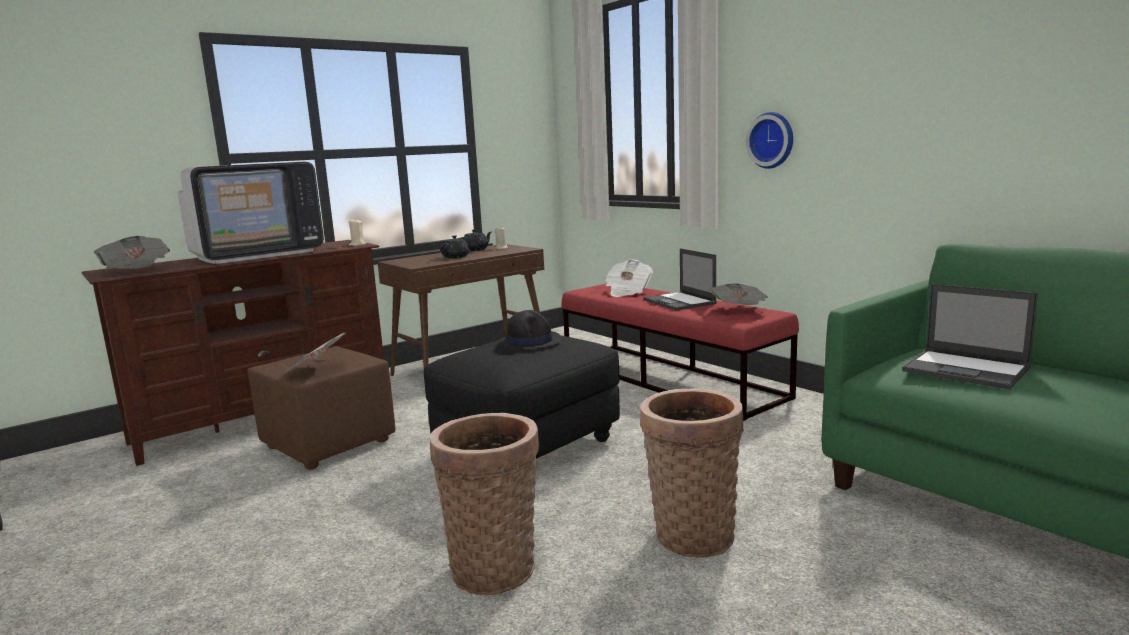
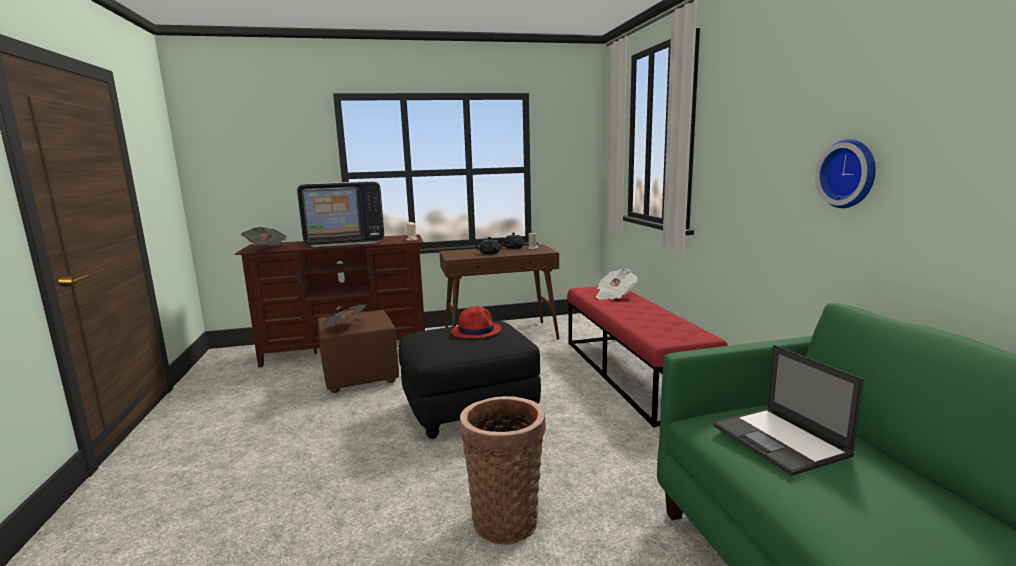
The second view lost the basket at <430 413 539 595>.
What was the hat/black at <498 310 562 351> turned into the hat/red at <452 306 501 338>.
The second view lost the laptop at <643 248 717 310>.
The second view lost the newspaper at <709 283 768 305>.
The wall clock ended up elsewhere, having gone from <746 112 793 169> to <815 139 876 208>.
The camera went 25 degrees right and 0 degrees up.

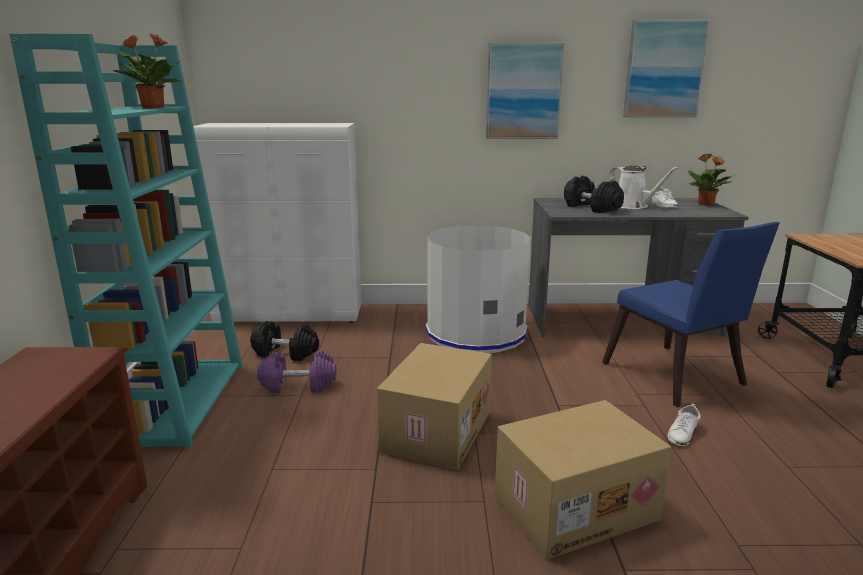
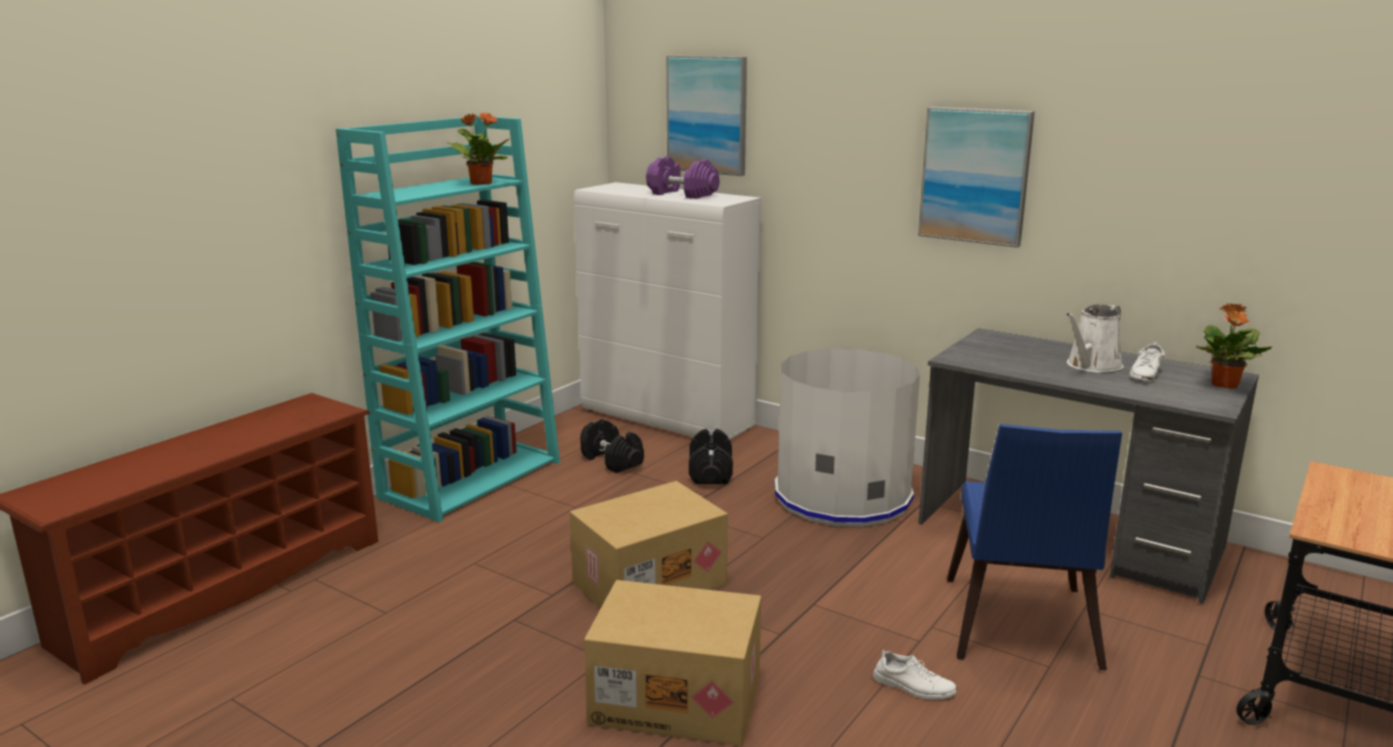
The dumbbell/purple ended up elsewhere, having gone from <257 351 337 393> to <646 157 720 199>.
The dumbbell/black ended up elsewhere, having gone from <564 176 624 213> to <689 429 733 484>.
The watering can/white at <610 165 679 209> ended up facing another way, 45 degrees clockwise from before.
The picture ended up elsewhere, having gone from <623 20 710 118> to <666 55 747 176>.
The shoe/white at <667 403 701 446> ended up facing another way, 135 degrees counterclockwise from before.
The camera went 35 degrees right and 0 degrees up.

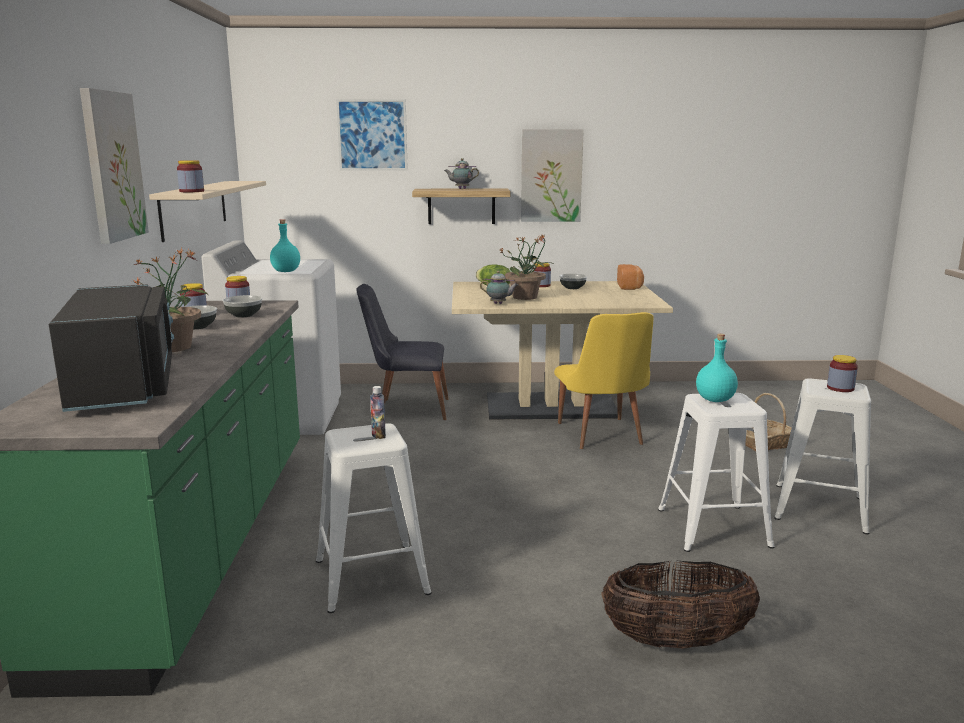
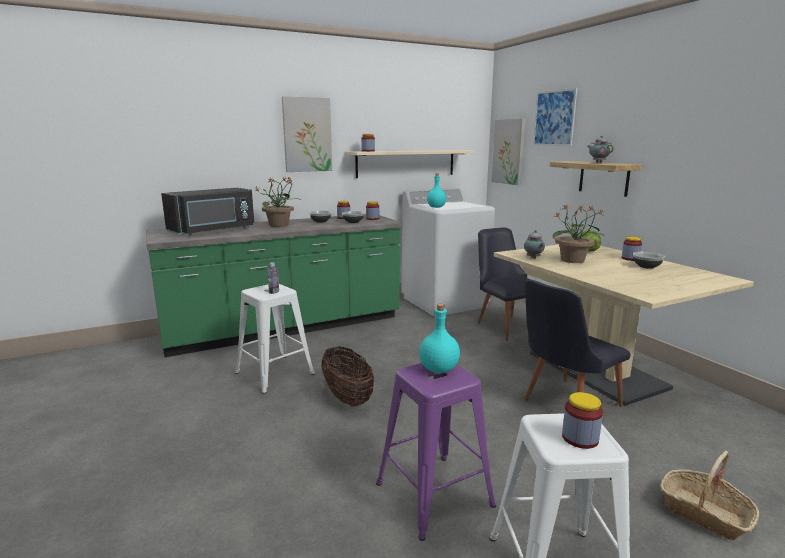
The picture ended up elsewhere, having gone from <521 129 584 222> to <492 119 526 185>.
What was the chair/yellow at <554 312 654 449> turned into the chair/black at <525 280 631 407>.
The basket ended up elsewhere, having gone from <601 560 760 649> to <321 347 374 407>.
The second view lost the bread at <617 264 644 290>.
What was the stool/white at <658 393 775 552> turned into the stool/purple at <376 363 496 541>.
The camera went 65 degrees right and 0 degrees up.

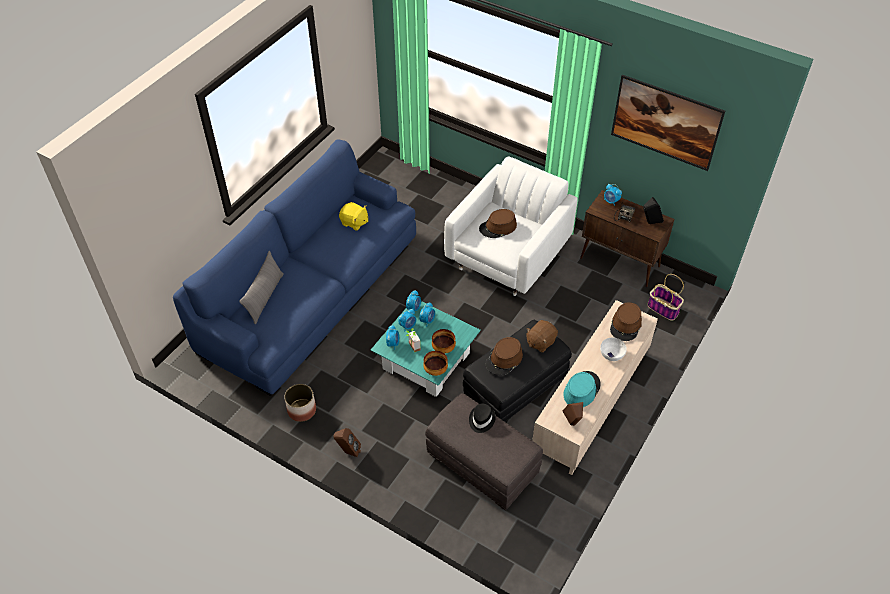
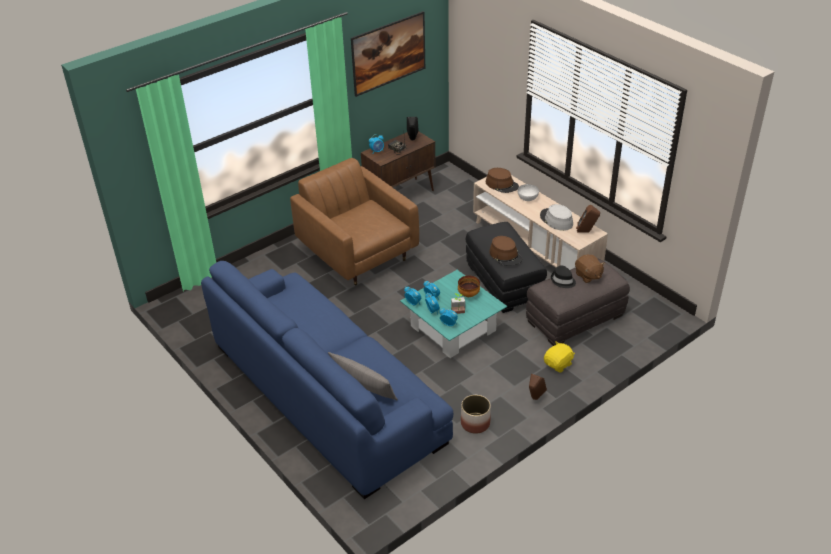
The plush toy/yellow ended up elsewhere, having gone from <339 202 368 231> to <544 341 575 373>.
The second view lost the bowl at <423 351 448 376>.
What was the armchair/white at <444 157 578 296> turned into the armchair/brown at <290 158 419 285>.
The second view lost the hat/brown at <479 209 517 238>.
The plush toy/brown ended up elsewhere, having gone from <526 320 558 353> to <575 254 605 283>.
What was the hat/turquoise at <563 371 601 407> turned into the hat/grey at <540 204 573 231>.
The second view lost the basket at <648 274 684 321>.
The camera went 70 degrees left and 10 degrees down.

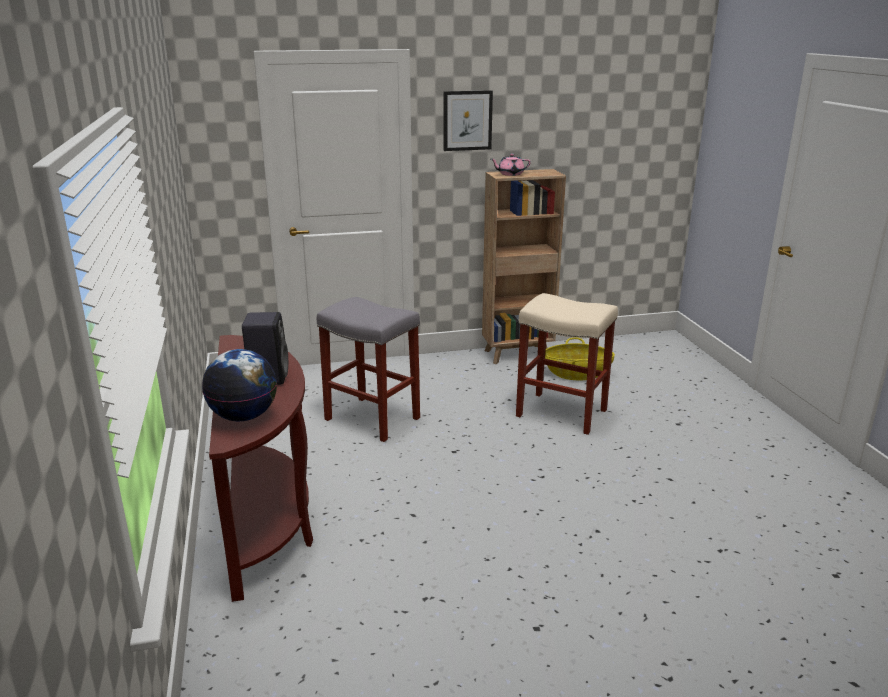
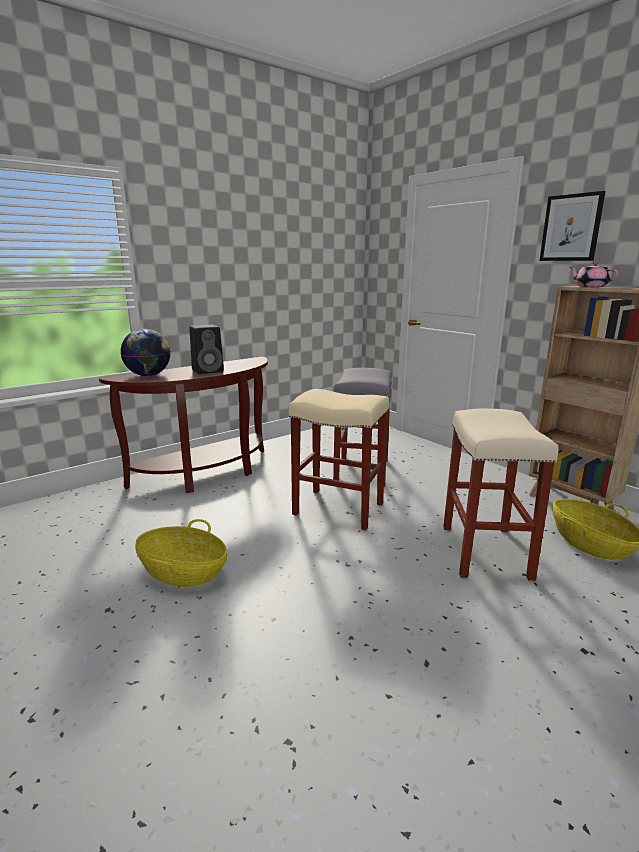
The second view gained the basket at <135 519 227 587>.
The second view gained the stool/beige at <289 389 389 530>.
The camera went 65 degrees right and 5 degrees down.

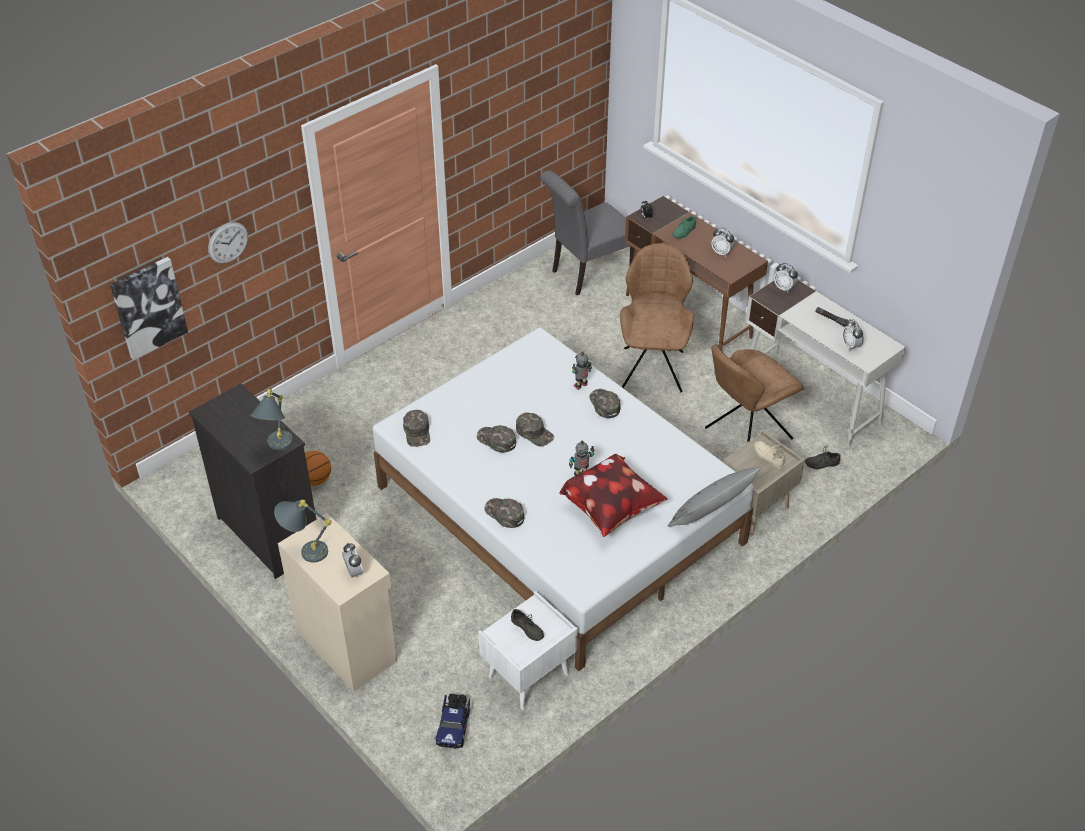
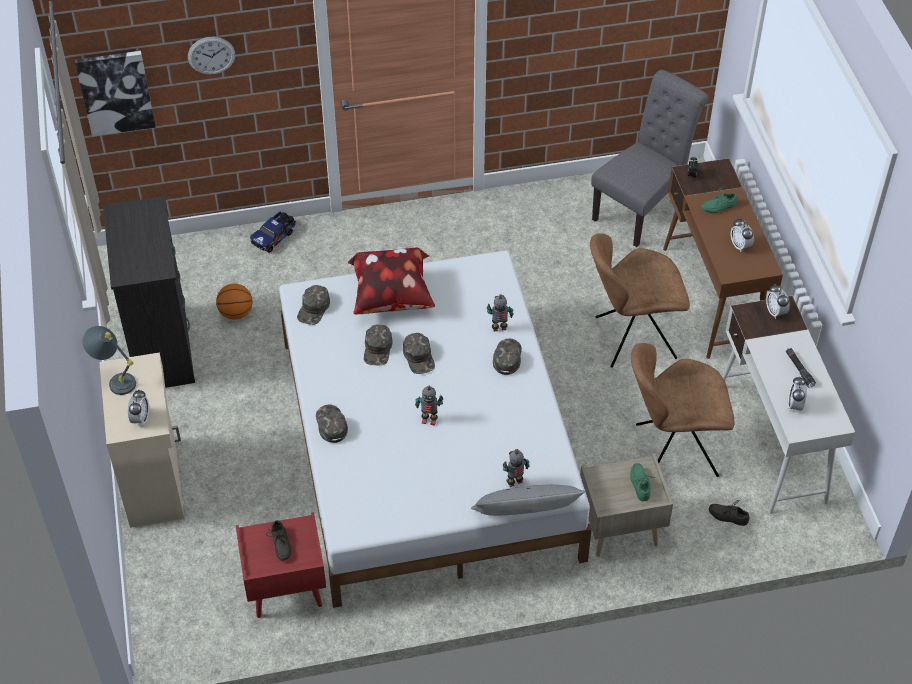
The second view lost the table lamp/grey at <250 389 293 450>.
The toy truck ended up elsewhere, having gone from <435 693 470 748> to <250 211 296 253>.
The cap/green at <477 425 516 452> ended up facing another way, 150 degrees counterclockwise from before.
What was the nightstand/white at <478 591 578 710> turned into the nightstand/red at <236 512 326 618>.
The chair/grey at <540 171 635 295> ended up facing another way, 135 degrees clockwise from before.
The pillow ended up elsewhere, having gone from <559 454 667 537> to <348 248 435 314>.
The chair/brown at <620 243 694 392> ended up facing another way, 135 degrees counterclockwise from before.
What was the shoe/beige at <754 441 785 468> turned into the shoe/green at <630 463 655 502>.
The second view gained the toy robot at <503 449 530 487>.
The camera went 30 degrees right and 5 degrees up.

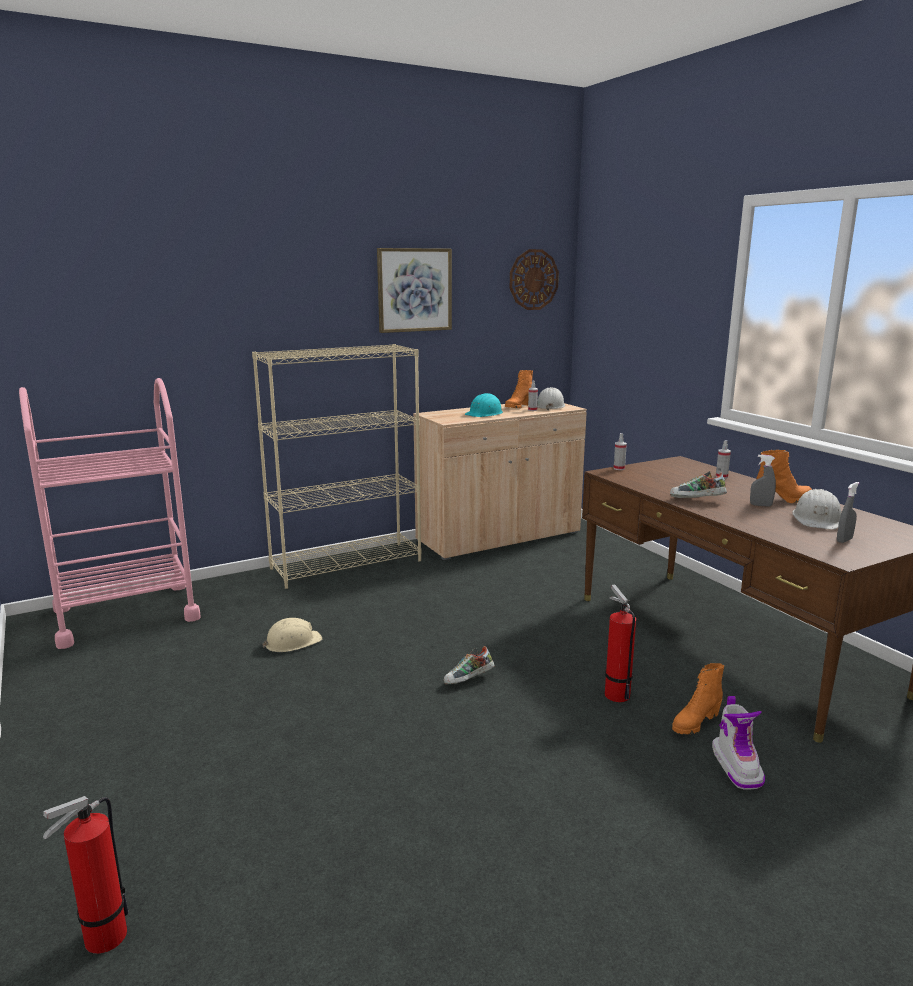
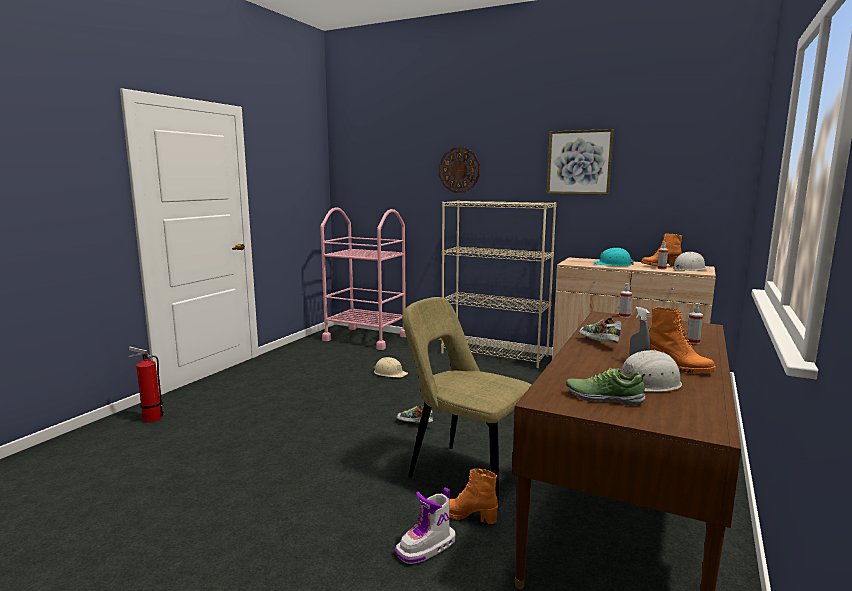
The wall clock ended up elsewhere, having gone from <510 249 559 310> to <439 147 480 193>.
Where the fire extinguisher stood at <605 585 636 702>, the chair/beige came to stand at <402 297 531 512>.
Where the spray bottle/grey stood at <837 482 859 543>, the shoe came to stand at <566 368 647 405>.
The camera went 55 degrees right and 5 degrees down.

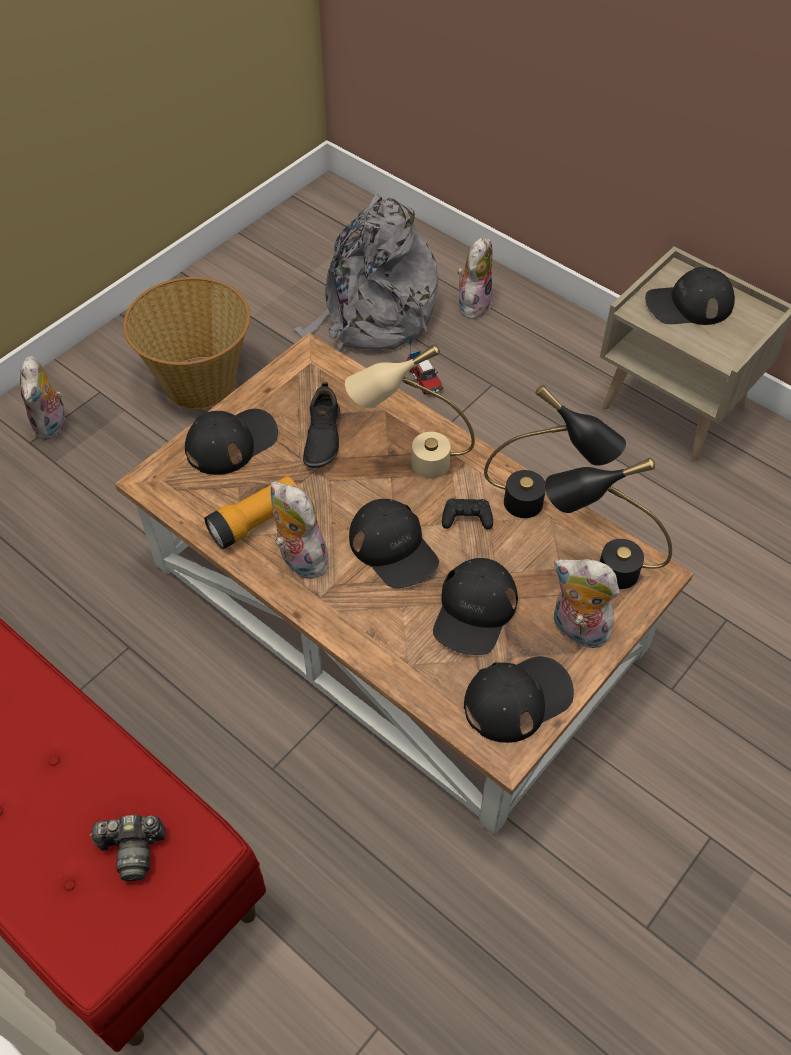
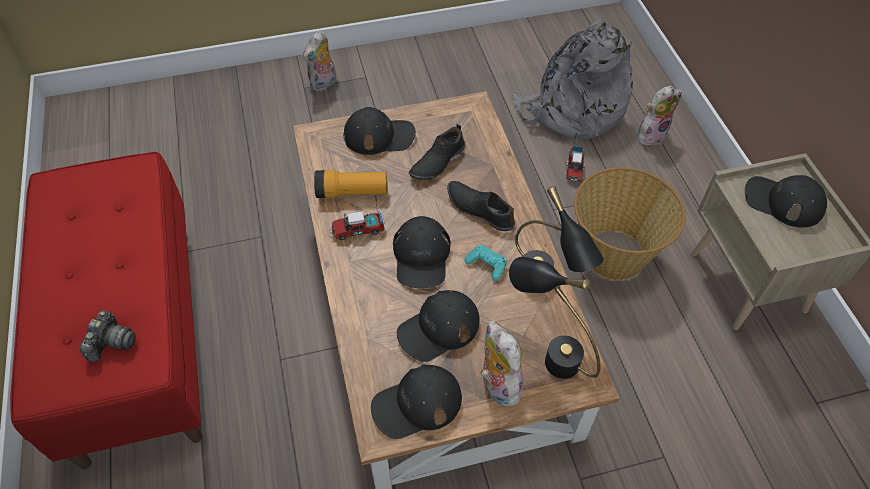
The photo camera at <89 815 165 881> ended up facing another way, 105 degrees counterclockwise from before.
The basket ended up elsewhere, having gone from <123 277 250 409> to <574 167 686 280>.
Where the plush toy stood at <271 481 333 579>, the toy truck came to stand at <329 195 385 240>.
Where the table lamp/beige stood at <345 344 475 479>, the shoe/black came to stand at <447 181 515 231>.
What was the game controller/black at <442 498 493 530> turned into the game controller/turquoise at <465 245 507 281>.
The cap/black at <464 656 574 743> ended up facing another way, 150 degrees clockwise from before.
The camera went 35 degrees right and 0 degrees up.

